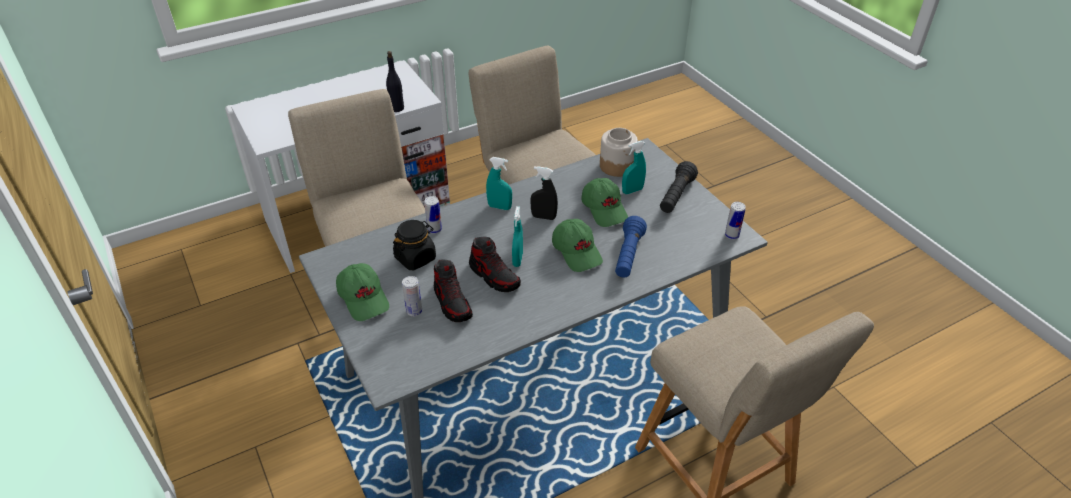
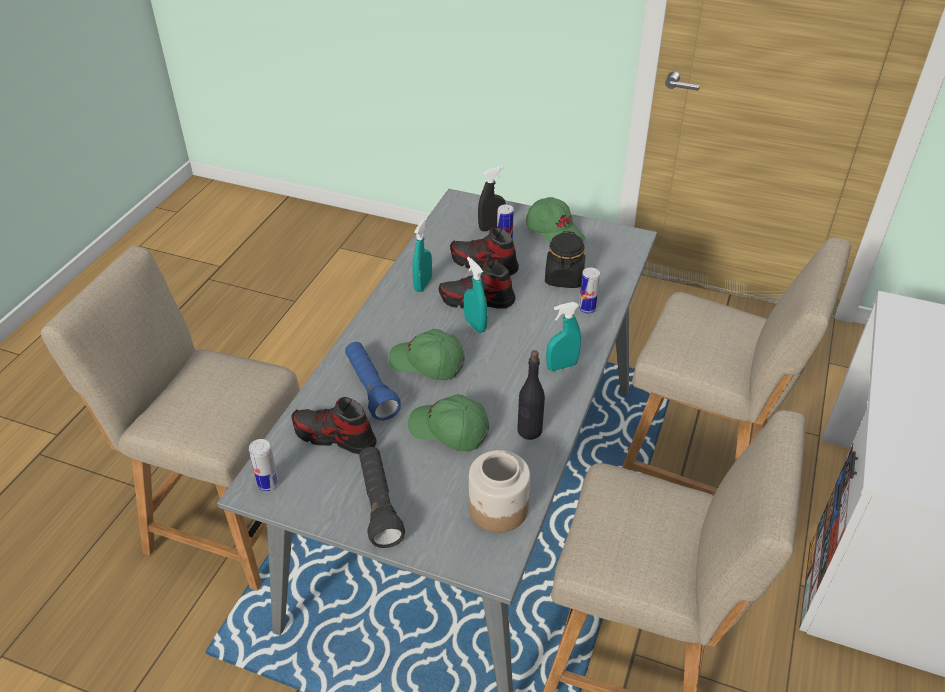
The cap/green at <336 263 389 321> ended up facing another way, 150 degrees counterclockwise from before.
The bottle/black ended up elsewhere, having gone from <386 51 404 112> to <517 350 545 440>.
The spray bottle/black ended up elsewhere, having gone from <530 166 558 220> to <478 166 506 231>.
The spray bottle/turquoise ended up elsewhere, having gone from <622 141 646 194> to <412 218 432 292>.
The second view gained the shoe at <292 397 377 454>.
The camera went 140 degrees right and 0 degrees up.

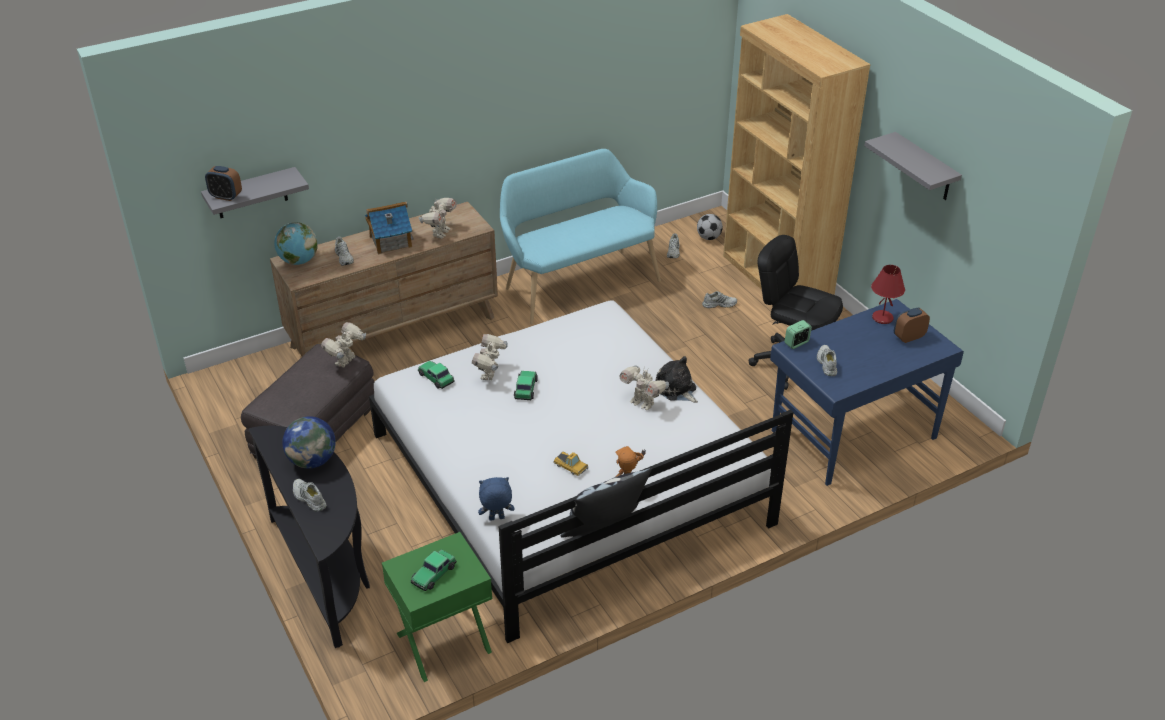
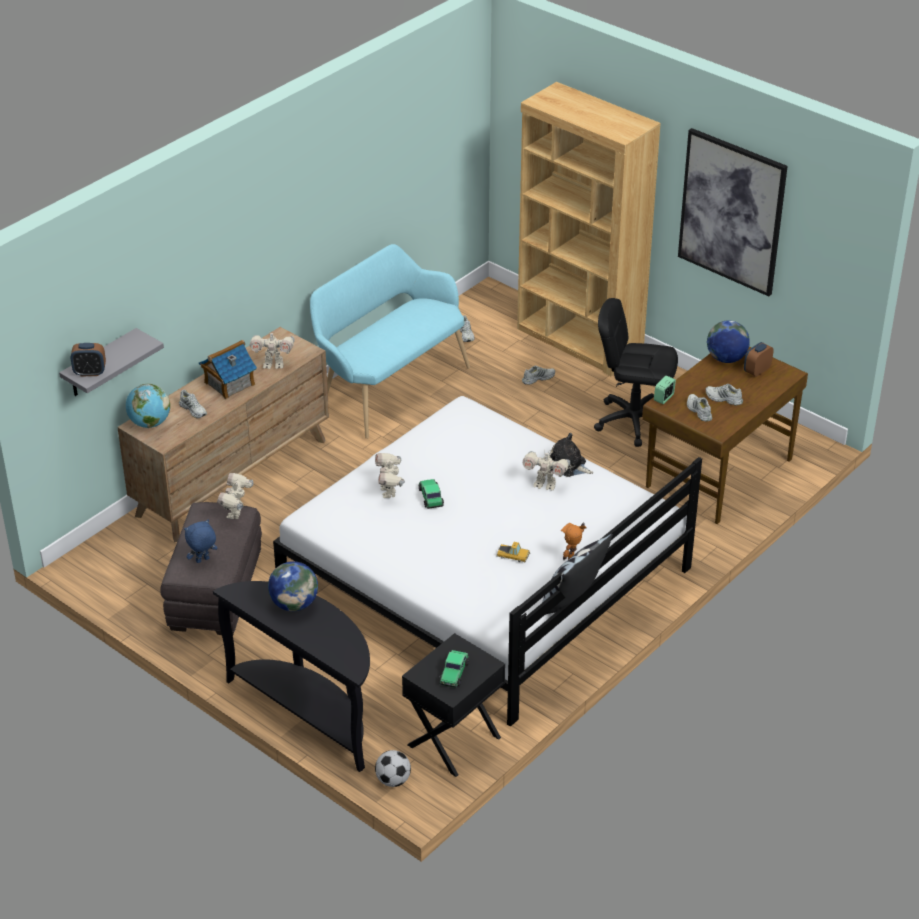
The shoe/white ended up elsewhere, having gone from <293 479 327 511> to <705 384 743 406>.
What was the nightstand/green at <382 532 492 682> turned into the nightstand/black at <402 633 505 777>.
The second view lost the toy car at <418 361 455 389>.
The toy robot at <419 198 457 239> ended up facing another way, 90 degrees clockwise from before.
The plush toy/blue ended up elsewhere, having gone from <478 477 514 521> to <184 520 217 563>.
The football ended up elsewhere, having gone from <697 214 723 240> to <375 750 411 787>.
What was the desk/blue at <770 299 964 486> turned into the desk/brown at <642 347 808 524>.
Where the shelf/grey hung at <864 132 962 200>, the picture came to hang at <678 128 788 296>.
Where the table lamp/red stood at <871 265 905 324>, the globe came to stand at <707 320 750 363>.
The camera went 20 degrees left and 0 degrees up.

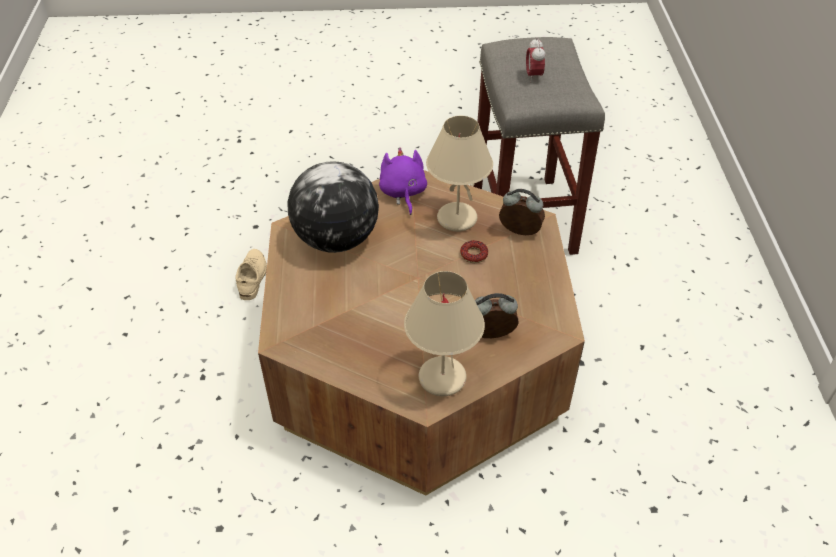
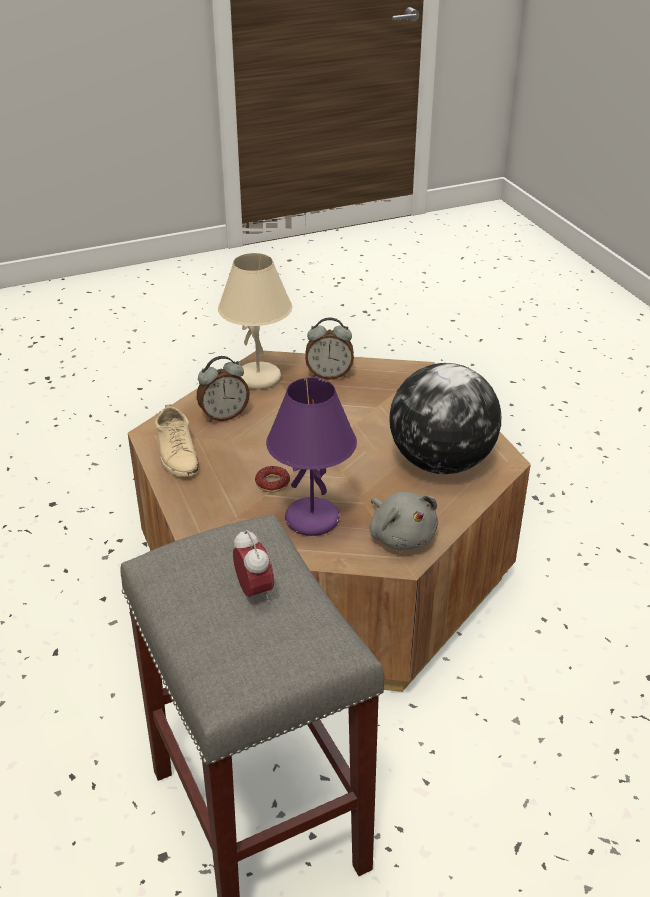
The shoe/beige ended up elsewhere, having gone from <235 249 267 300> to <155 404 199 477>.
What was the plush toy/purple at <379 147 427 215> turned into the plush toy/grey at <370 492 438 550>.
What was the table lamp/beige at <426 116 493 232> turned into the table lamp/purple at <266 377 357 536>.
The alarm clock ended up elsewhere, having gone from <499 189 545 235> to <305 317 354 380>.
The camera went 160 degrees right and 10 degrees down.

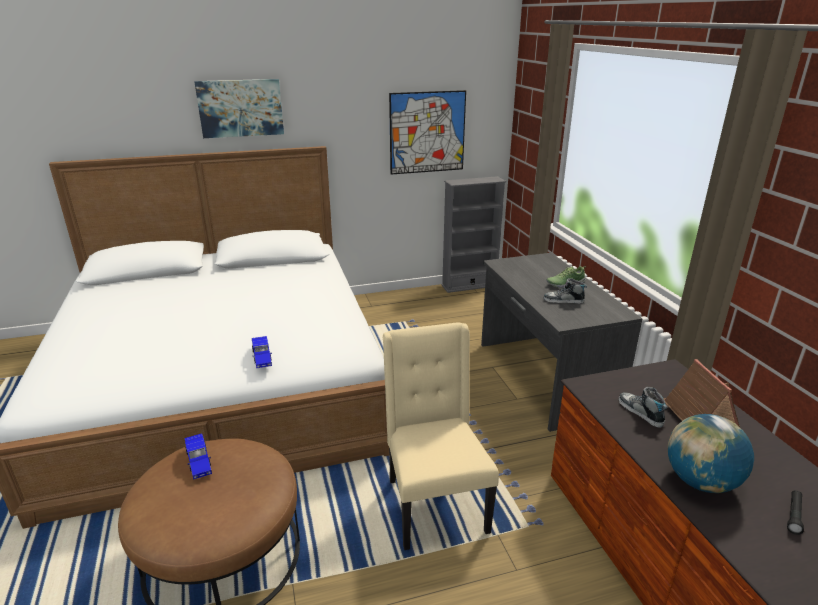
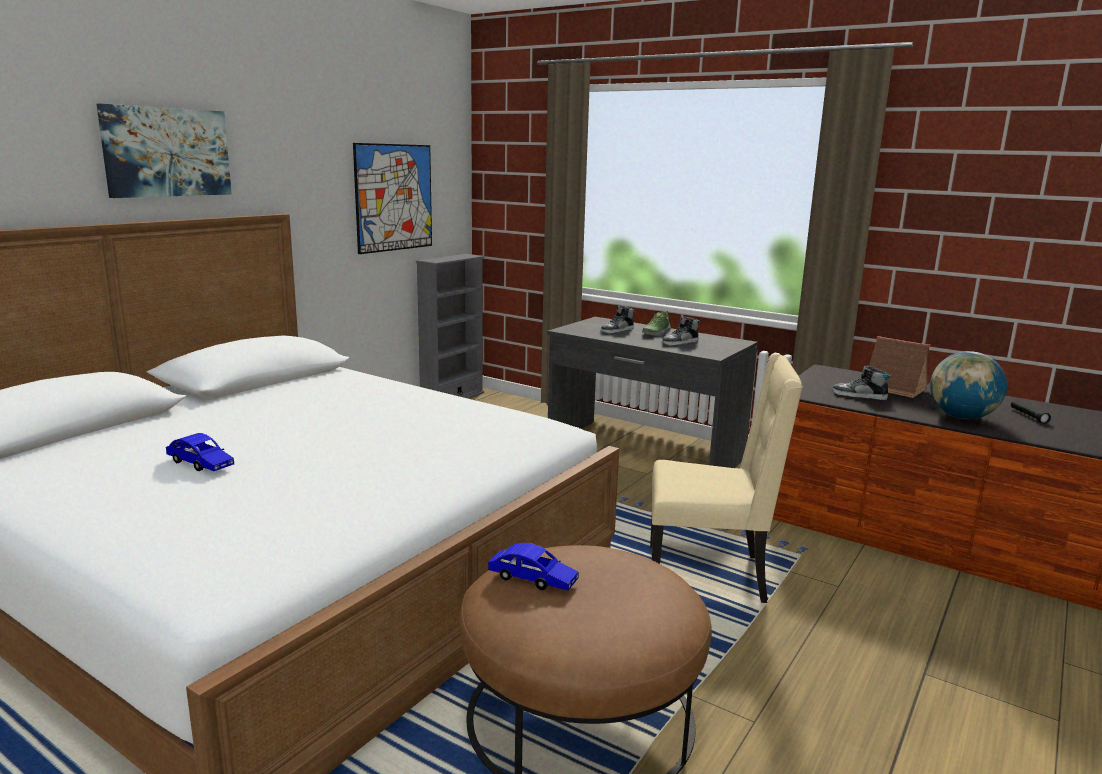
The toy car/blue ended up elsewhere, having gone from <252 336 272 368> to <166 433 234 471>.
The chair/beige at <382 323 499 550> ended up facing another way, 150 degrees clockwise from before.
The second view gained the shoe at <600 306 635 333>.
The camera went 40 degrees left and 10 degrees down.

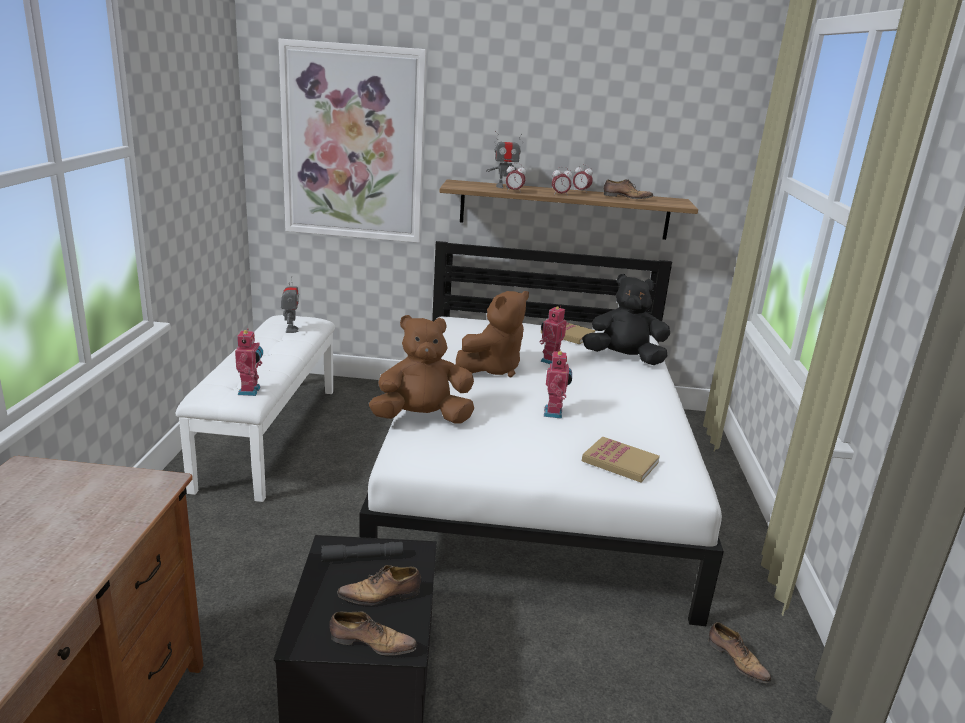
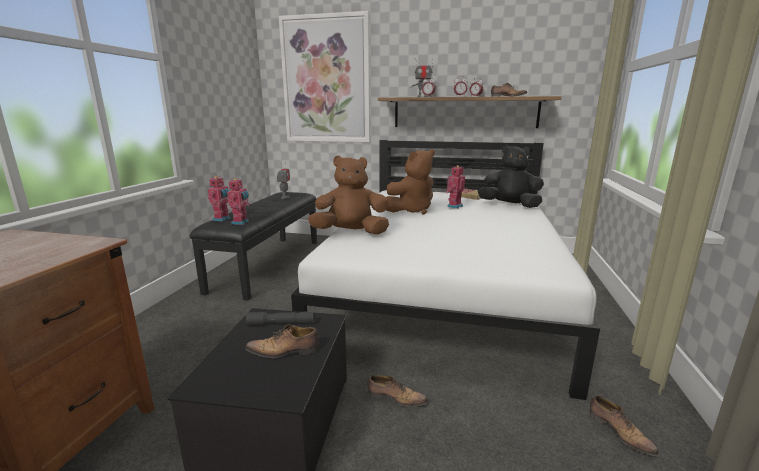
What was the bench/white at <176 315 335 502> turned into the bench/black at <190 192 317 301>.
The shoe ended up elsewhere, having gone from <329 612 417 655> to <368 375 427 407>.
The toy robot ended up elsewhere, having gone from <544 349 572 419> to <208 176 230 221>.
The second view lost the book at <582 436 660 482>.
The camera went 10 degrees right and 5 degrees down.

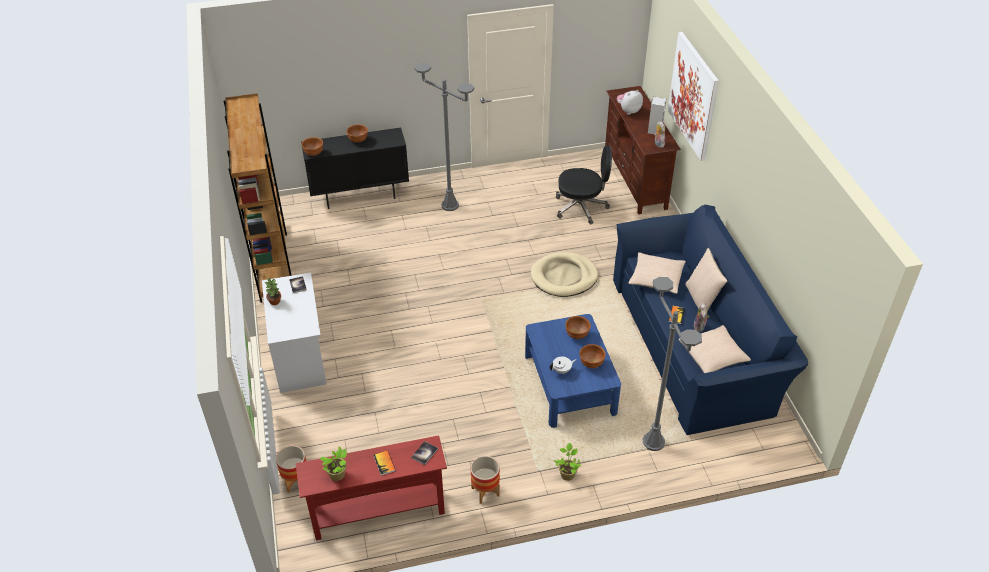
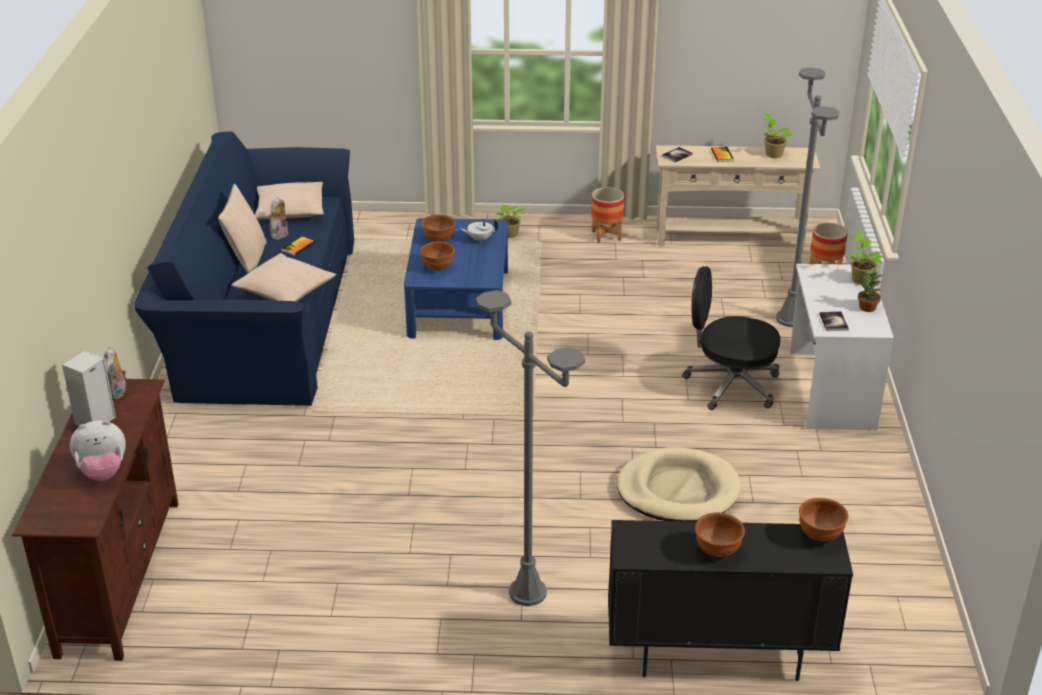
The second view lost the bookcase/brown at <224 93 292 303>.
What was the console table/red at <296 435 447 540> turned into the console table/beige at <656 145 820 249>.
The dog bed/beige ended up elsewhere, having gone from <531 252 598 297> to <617 447 741 522>.
The office chair/black ended up elsewhere, having gone from <556 145 612 224> to <682 266 780 410>.
The floor lamp/grey ended up elsewhere, having gone from <643 277 702 451> to <776 67 840 327>.
The second view lost the picture at <668 32 719 161>.
The second view gained the potted plant at <848 230 882 285>.
The camera went 165 degrees left and 10 degrees down.

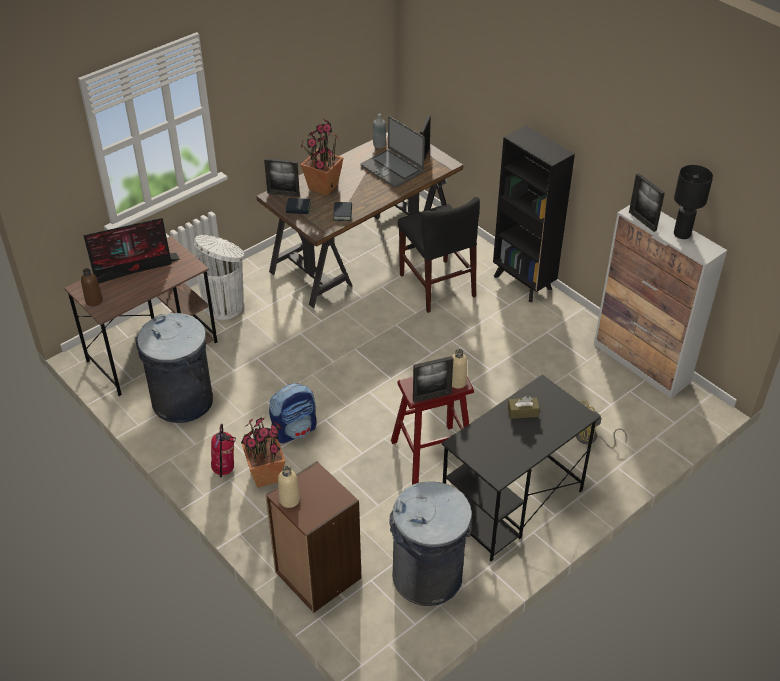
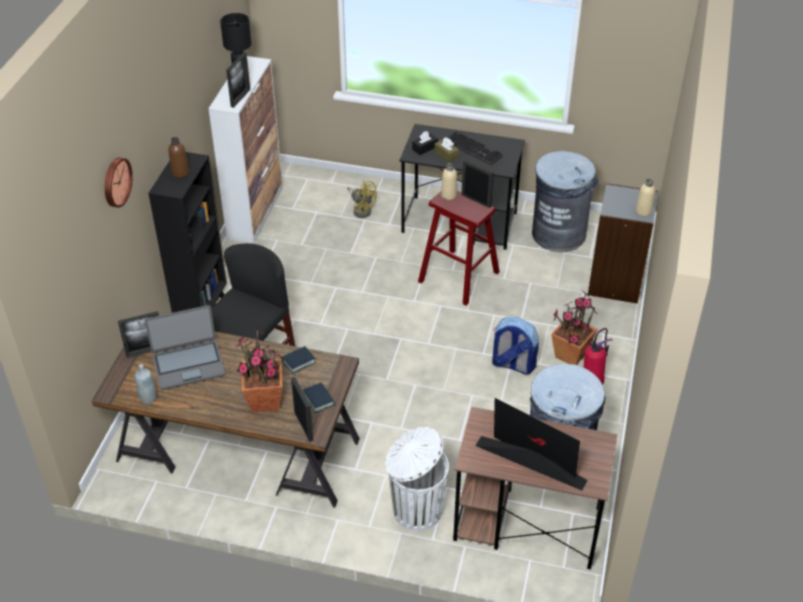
The bottle/brown ended up elsewhere, having gone from <81 268 103 306> to <169 137 189 178>.
What was the bookcase/brown at <265 461 361 613> turned into the bookcase/grey at <588 183 658 304>.
The laptop at <360 116 425 188> ended up facing another way, 60 degrees clockwise from before.
The second view gained the wall clock at <105 158 133 208>.
The second view gained the tissue box/black at <412 131 438 155>.
The second view gained the keyboard at <448 131 502 165>.
The camera went 125 degrees left and 0 degrees up.

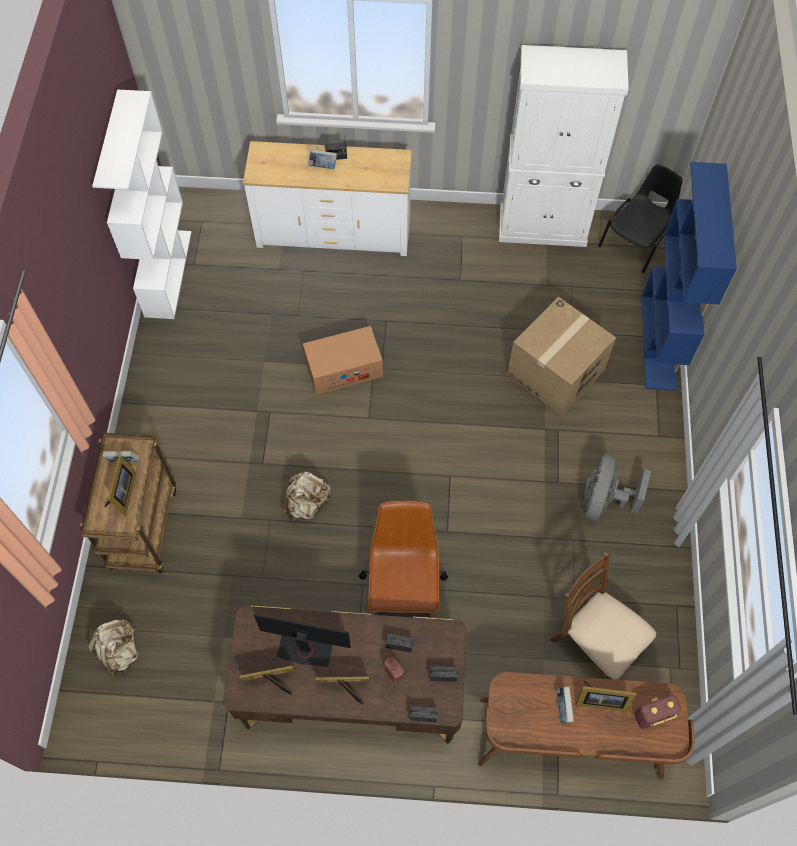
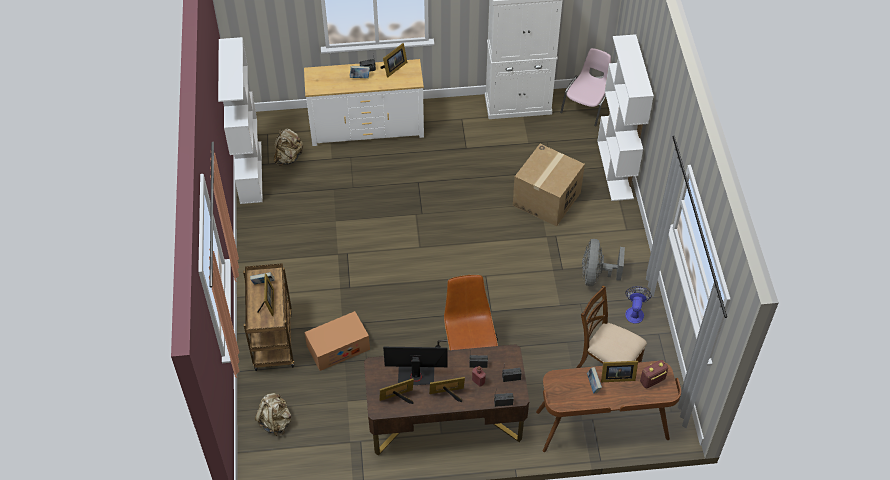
The backpack/beige ended up elsewhere, having gone from <282 471 331 521> to <274 129 303 166>.
The cardboard box ended up elsewhere, having gone from <303 326 383 395> to <305 311 370 371>.
What was the chair/black at <598 164 682 273> turned into the chair/pink at <560 48 611 126>.
What was the bookcase/blue at <642 162 737 391> turned into the bookcase/white at <597 34 654 201>.
The second view gained the picture frame at <380 43 407 78>.
The second view gained the fan at <625 286 651 324>.
The camera went 10 degrees left and 10 degrees down.

